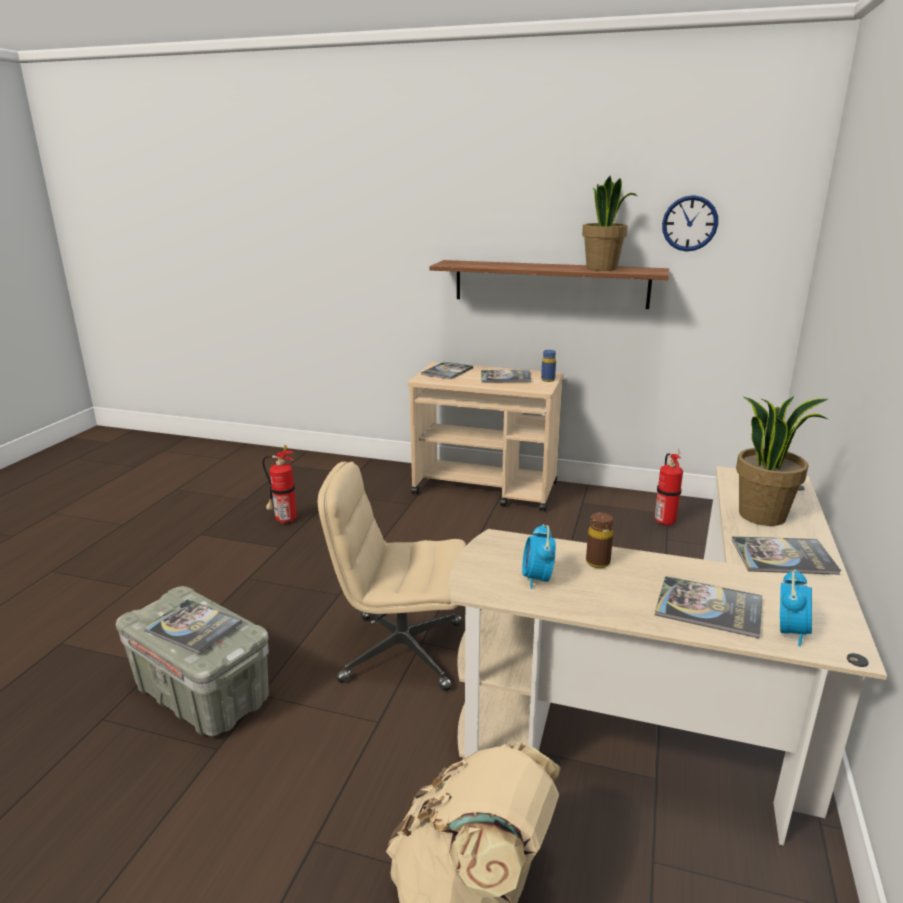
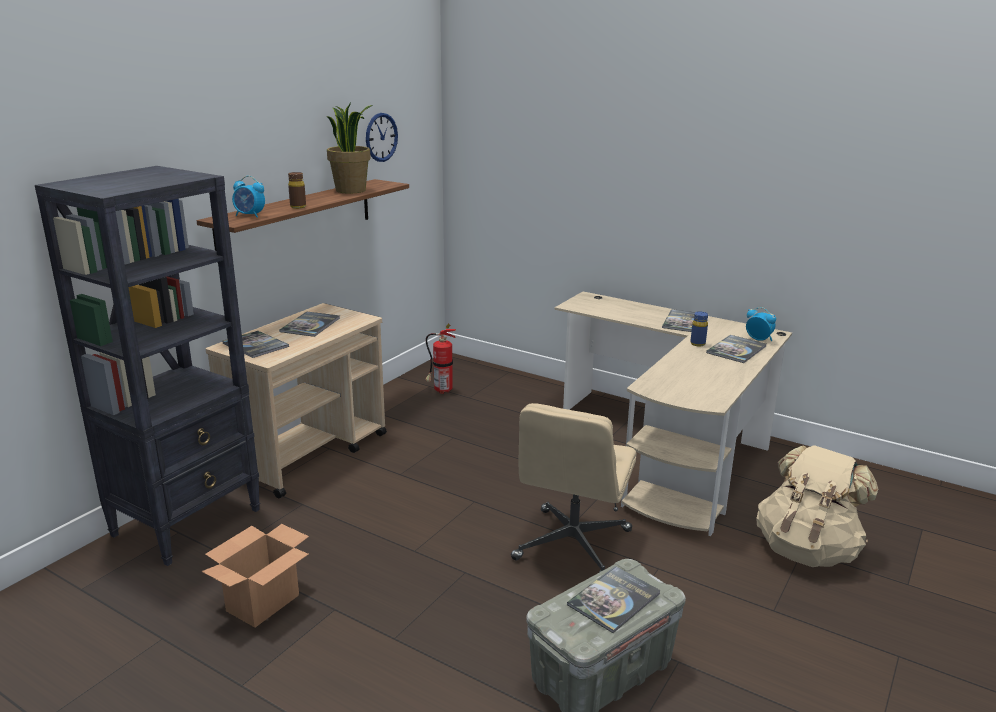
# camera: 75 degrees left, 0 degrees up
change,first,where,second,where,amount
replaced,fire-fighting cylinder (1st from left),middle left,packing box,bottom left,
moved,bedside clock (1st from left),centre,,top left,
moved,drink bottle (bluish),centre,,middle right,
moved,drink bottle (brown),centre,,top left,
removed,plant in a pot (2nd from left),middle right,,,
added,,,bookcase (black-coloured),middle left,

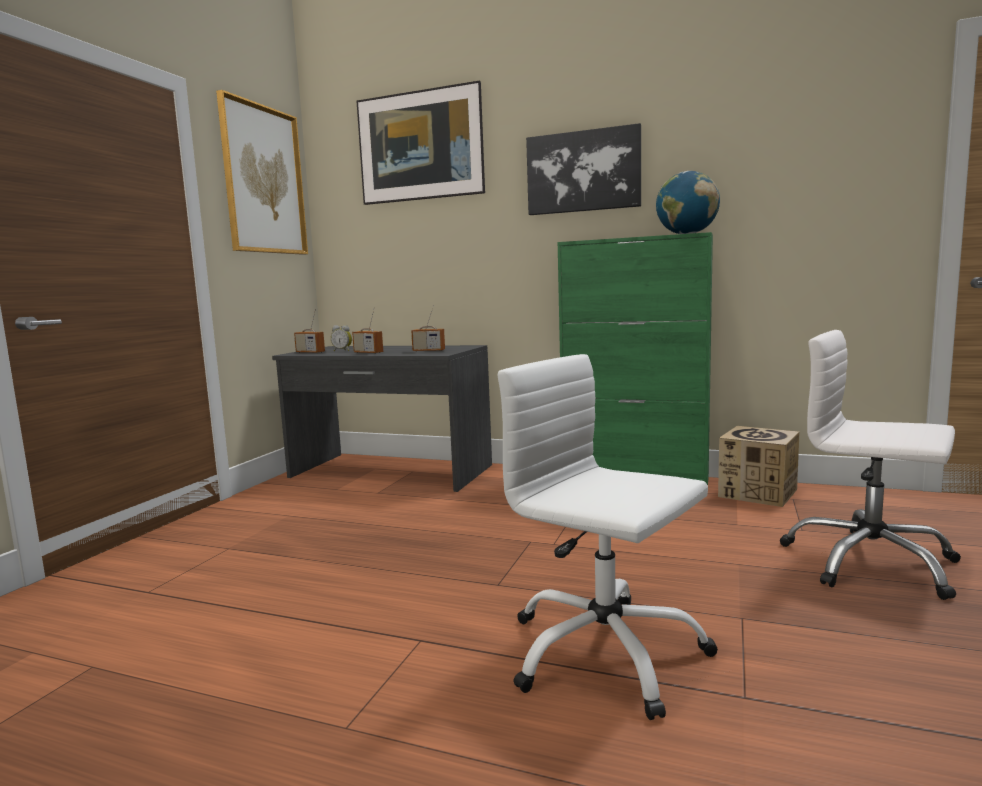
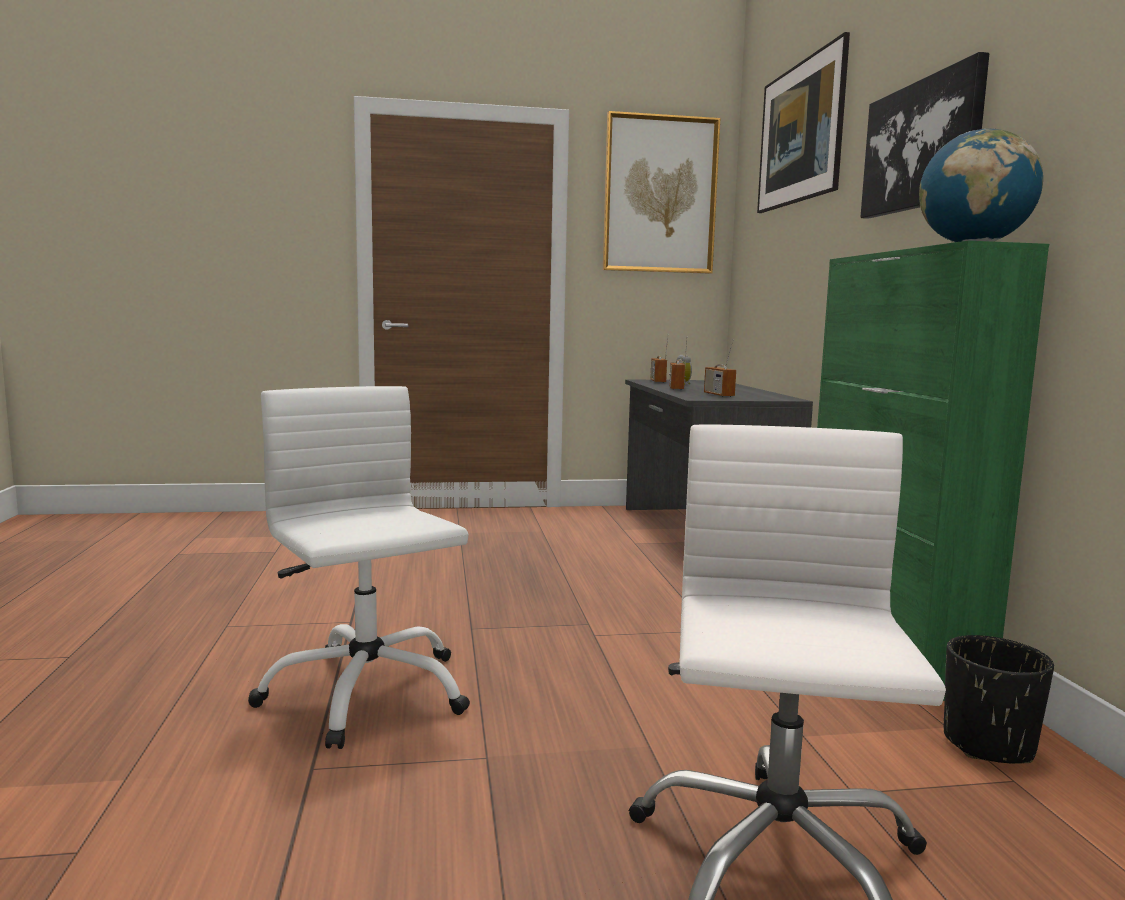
# camera: 60 degrees right, 0 degrees up
change,first,where,second,where,amount
turned,office chair (whitish) (1st from left),bottom centre,,middle left,45 degrees counterclockwise
replaced,packing box,middle right,planter (black-coloured),bottom right,

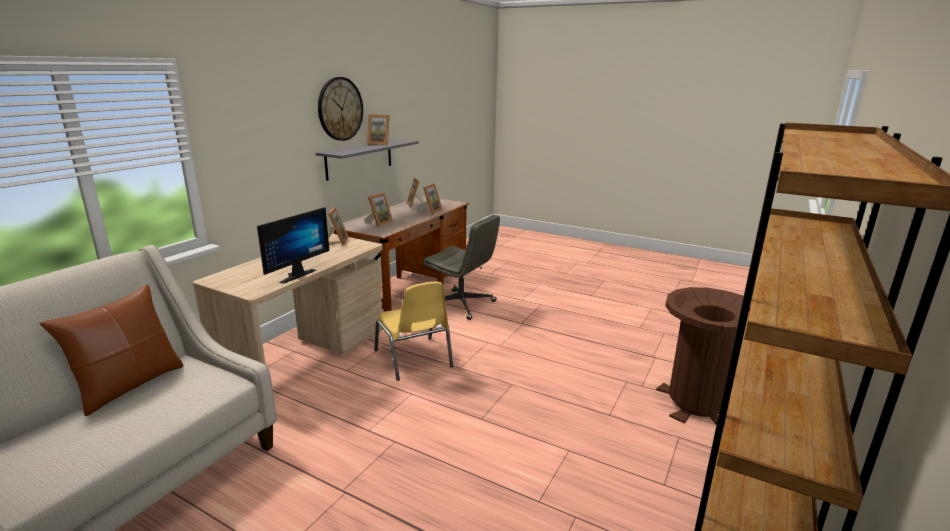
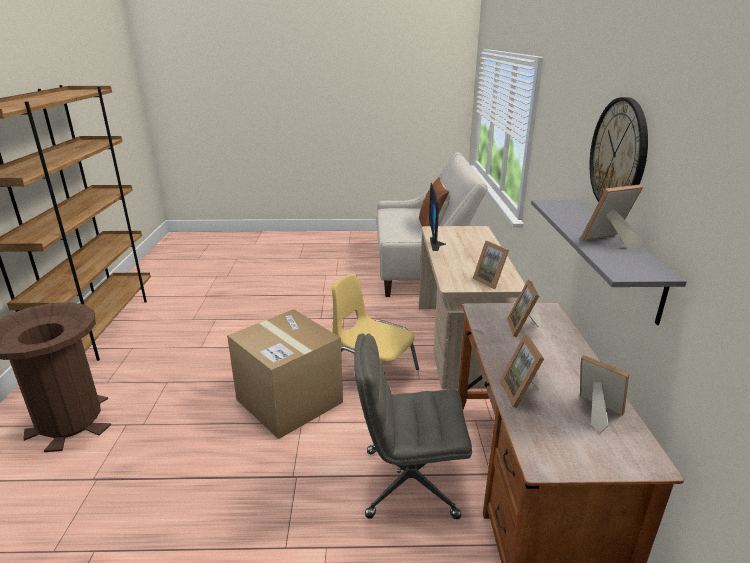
# camera: 150 degrees right, 5 degrees up
change,first,where,second,where,amount
added,,,packing box,centre,

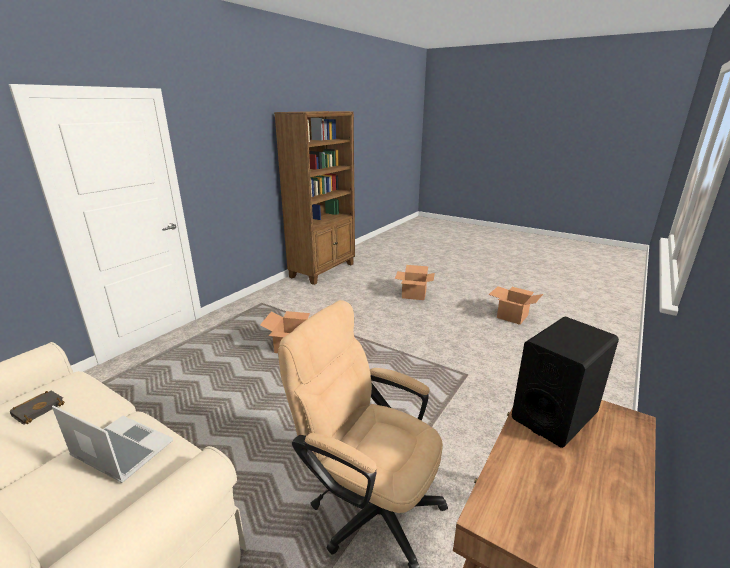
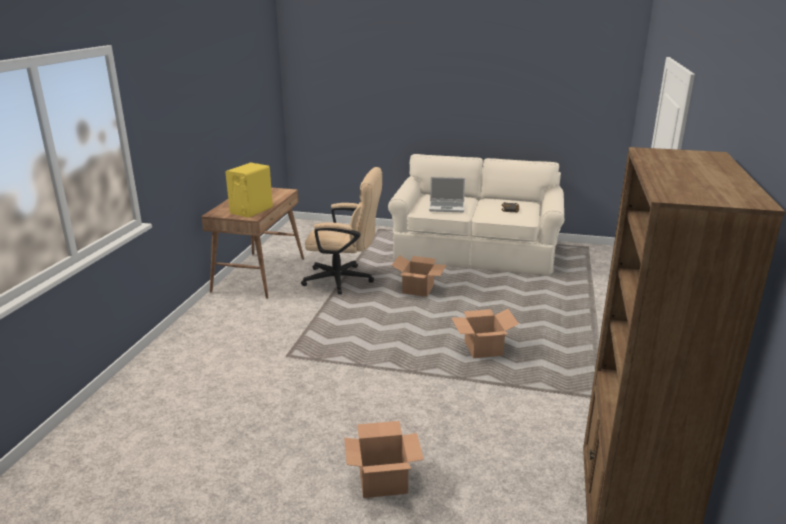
# camera: 160 degrees right, 0 degrees up
change,first,where,second,where,amount
moved,packing box (3rd from left in the first image),middle right,packing box (2nd from left),centre,
recoloured,audio speaker (black-coloured),bottom right,audio speaker (yellow),middle left,

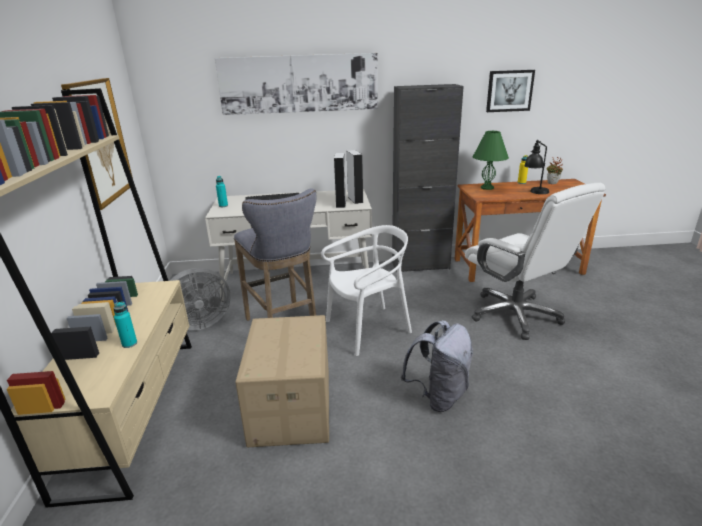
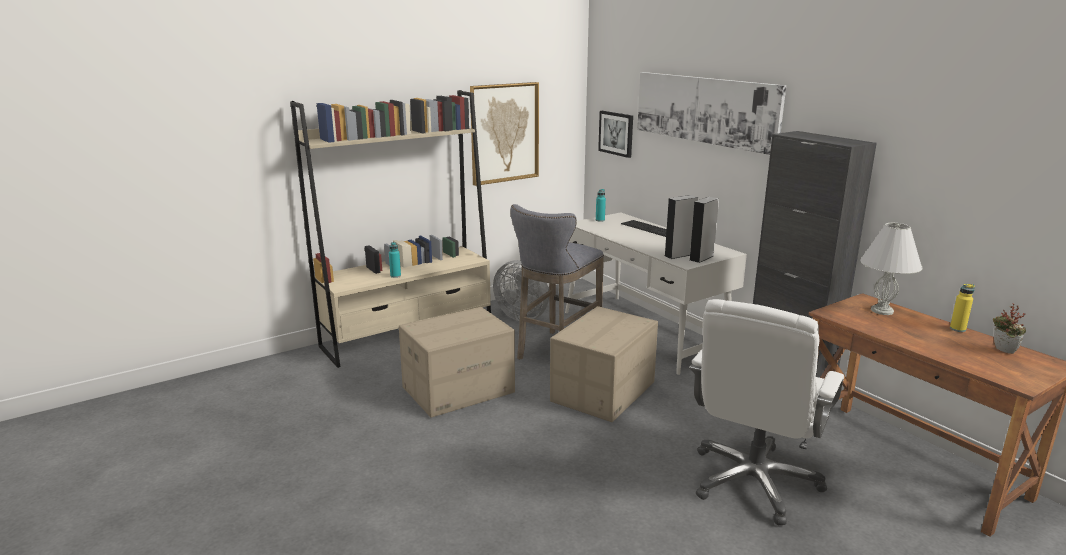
# camera: 60 degrees right, 5 degrees down
change,first,where,second,where,amount
replaced,chair (whitish),centre,packing box (2nd from left),centre,
removed,knapsack (greyish),bottom centre,,,
recoloured,table lamp (green-coloured),top right,table lamp (whitish),middle right,
moved,picture (3rd from left in the first image),top right,picture (2nd from left),top centre,
removed,table lamp (black-coloured),top right,,,

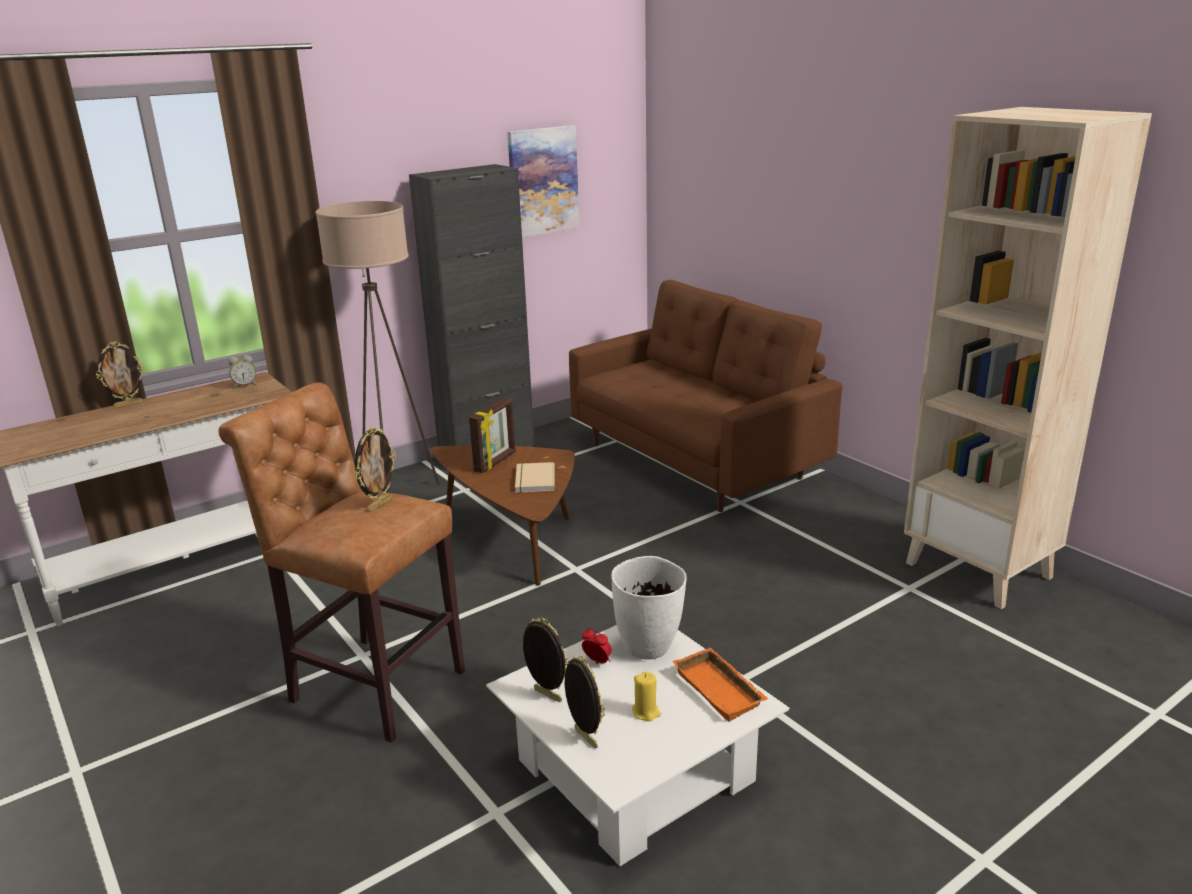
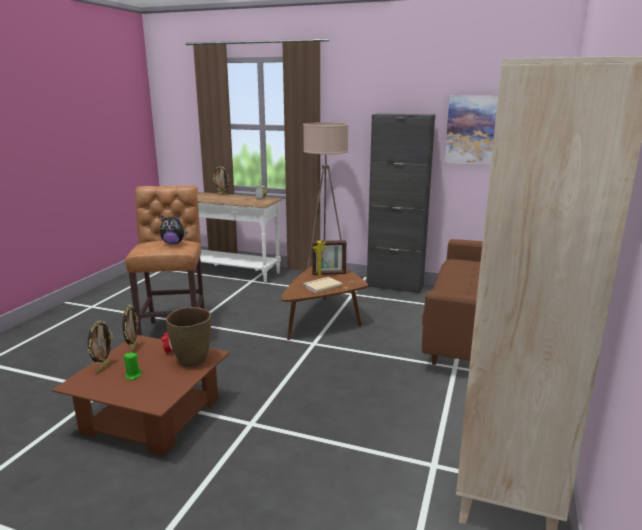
# camera: 55 degrees right, 5 degrees down
change,first,where,second,where,amount
replaced,photo frame (2nd from left),middle left,plush toy,middle left,
recoloured,lounge table (whitish),bottom centre,lounge table (brown) (1st from left),bottom left,
recoloured,flower vase (whitish),bottom centre,flower vase (brown),middle left,
recoloured,wax candle (yellow),bottom centre,wax candle (green-coloured),bottom left,
removed,serving tray (orangey),bottom centre,,,

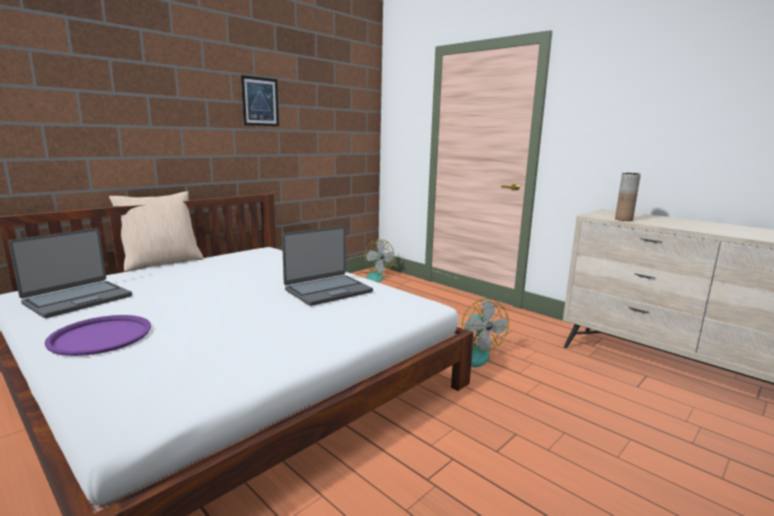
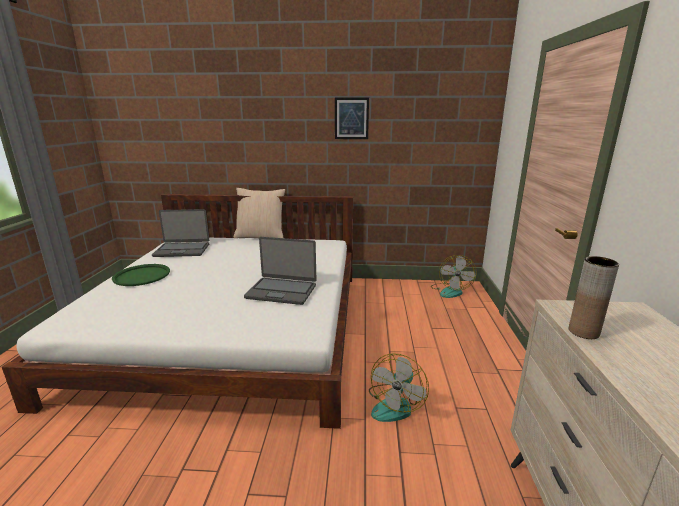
# camera: 50 degrees right, 5 degrees up
change,first,where,second,where,amount
recoloured,serving tray (purple-coloured),middle left,serving tray (green-coloured),middle left,

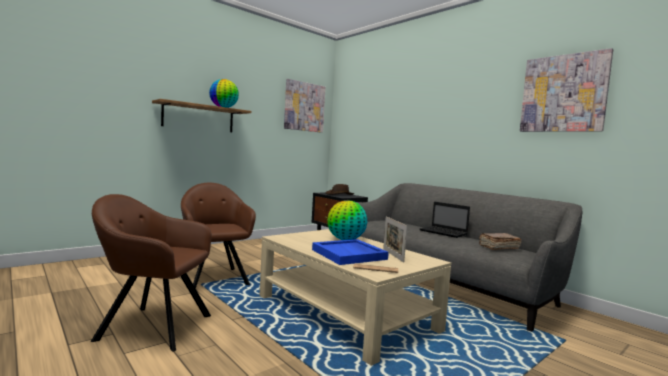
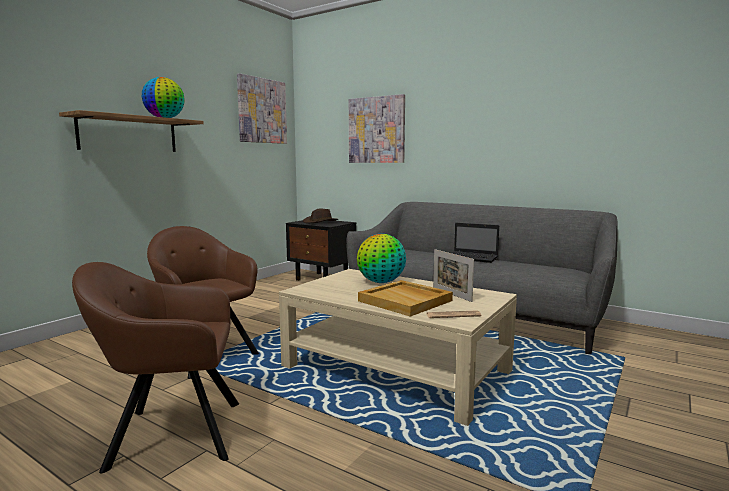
# camera: 15 degrees left, 5 degrees up
change,first,where,second,where,amount
recoloured,serving tray (bluish),bottom centre,serving tray (sand-coloured),centre,
removed,volume (brown),middle right,,,
moved,picture (2nd from left),top right,,top centre,

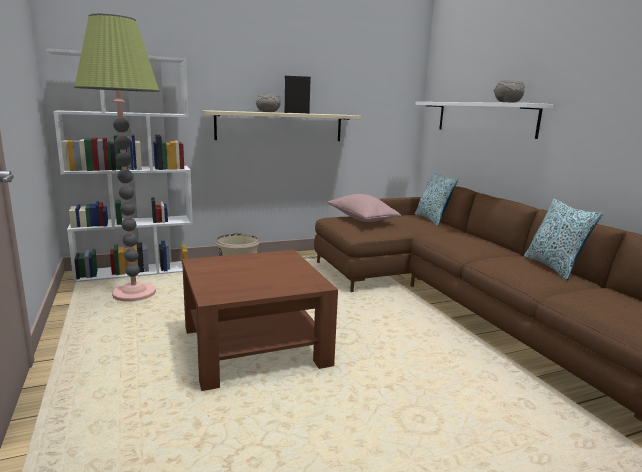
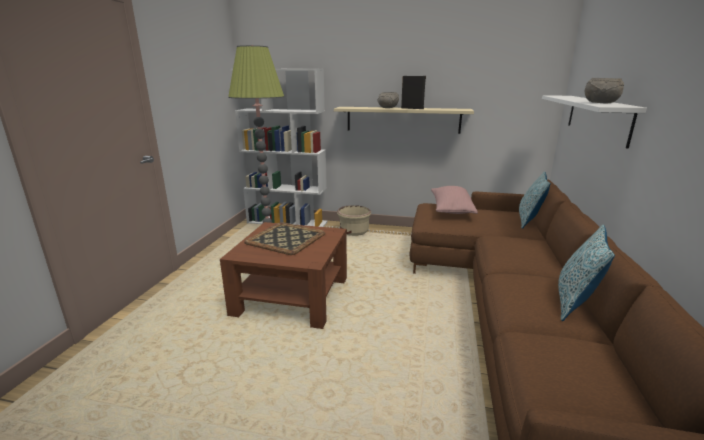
# camera: 35 degrees right, 5 degrees up
change,first,where,second,where,amount
added,,,serving tray,centre,

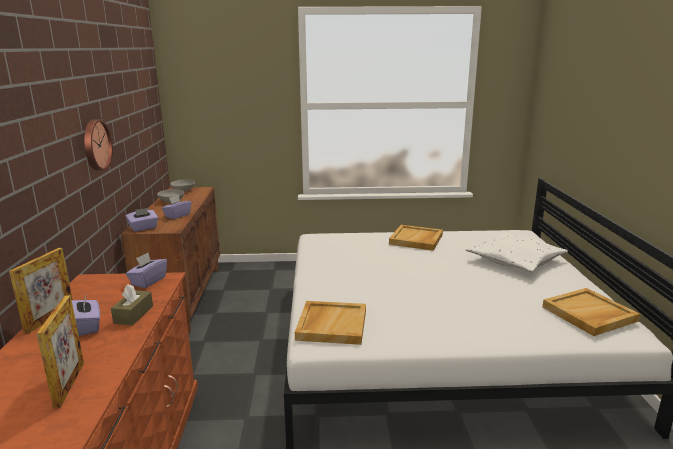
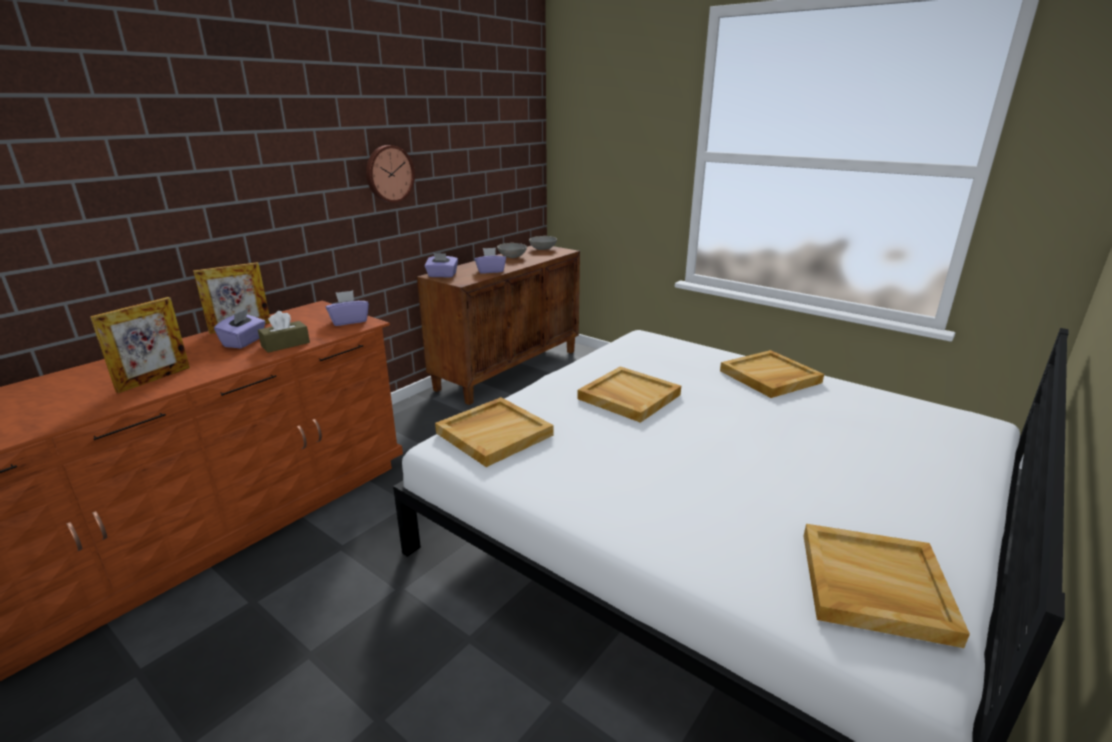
# camera: 40 degrees right, 5 degrees up
change,first,where,second,where,amount
removed,pillow (whitish),middle right,,,
added,,,serving tray (sand-coloured) (2nd from left),centre,

